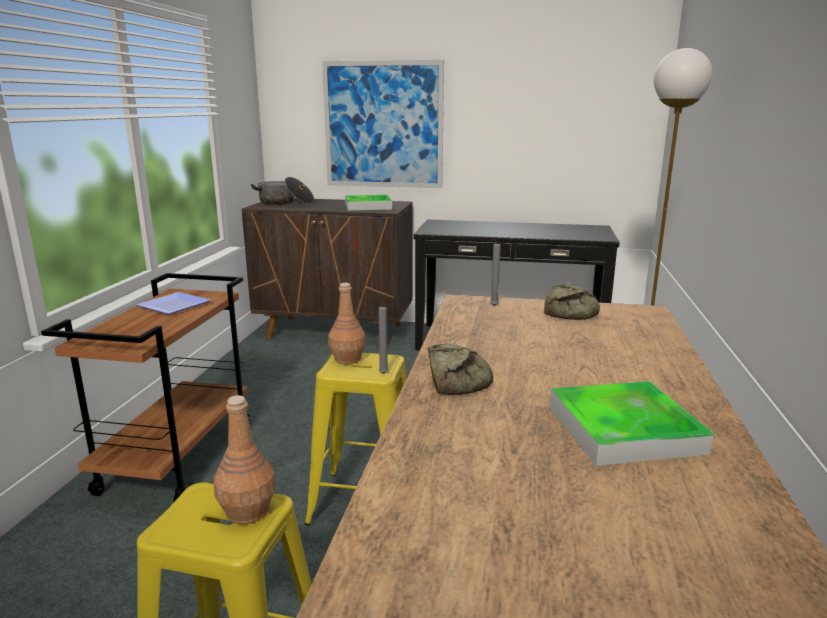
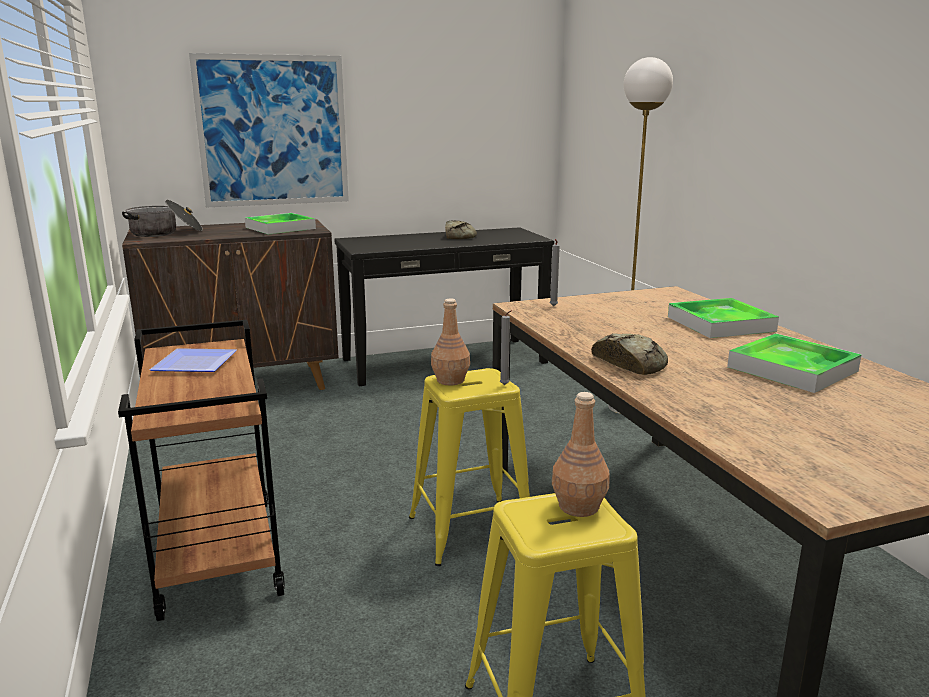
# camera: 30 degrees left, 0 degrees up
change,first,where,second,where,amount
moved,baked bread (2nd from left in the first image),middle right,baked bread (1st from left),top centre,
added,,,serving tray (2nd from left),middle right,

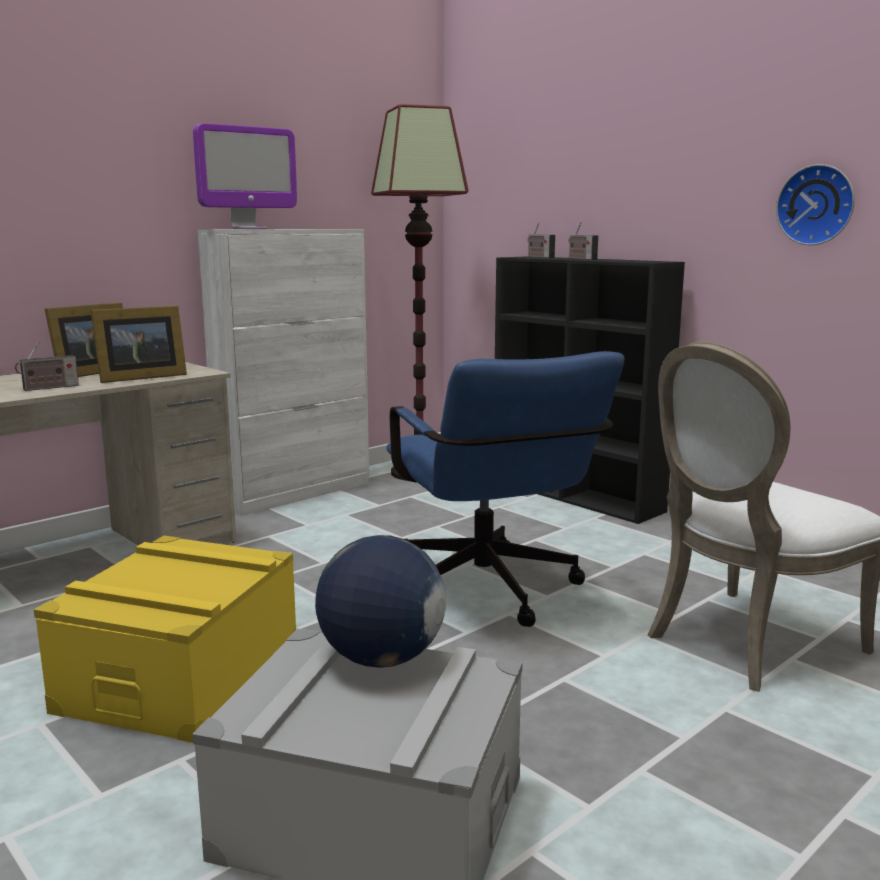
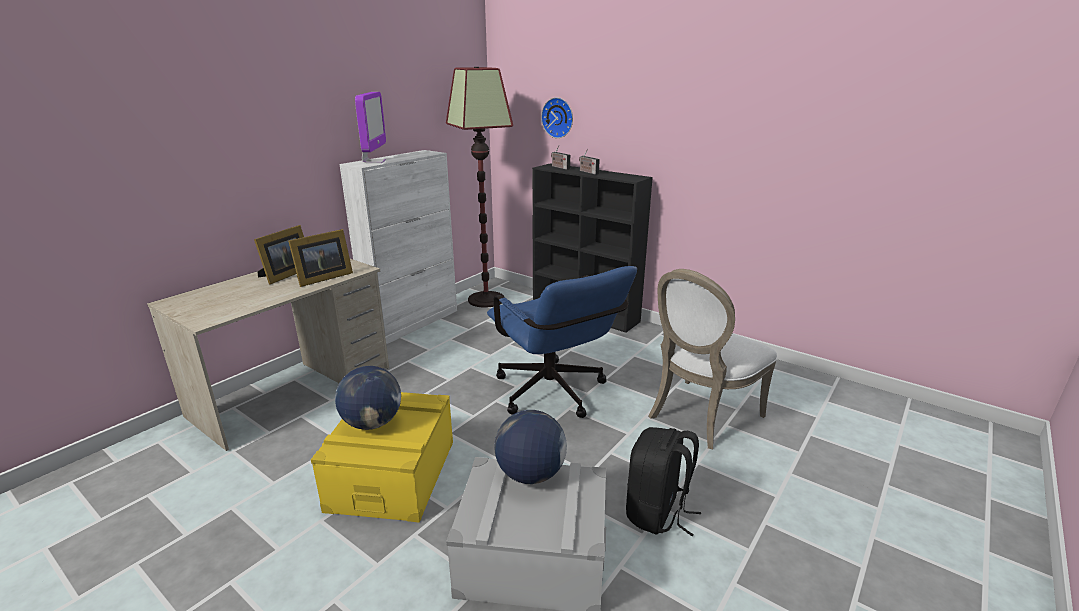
# camera: 10 degrees left, 10 degrees up
change,first,where,second,where,amount
removed,radio (1st from left),middle left,,,
turned,computer screen,top left,,top centre,45 degrees counterclockwise
moved,hanging clock,top right,,top centre,
added,,,desk globe (1st from left),centre,
added,,,knapsack (black-coloured),bottom centre,

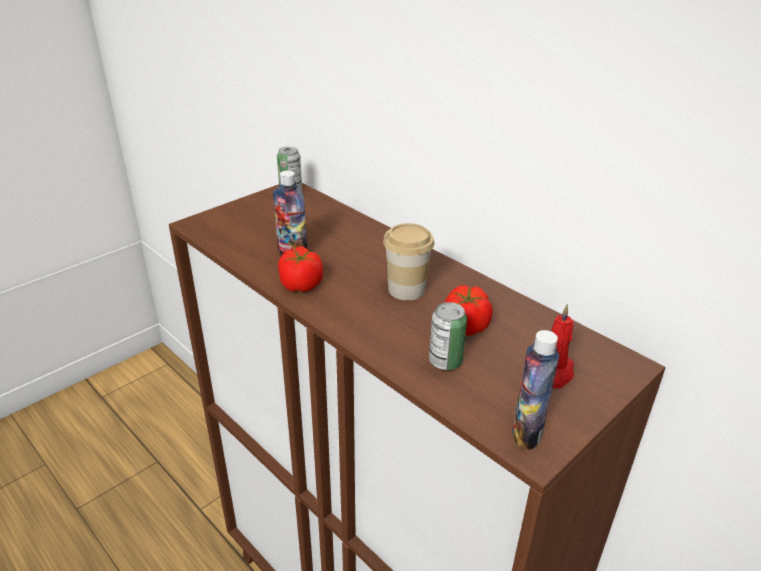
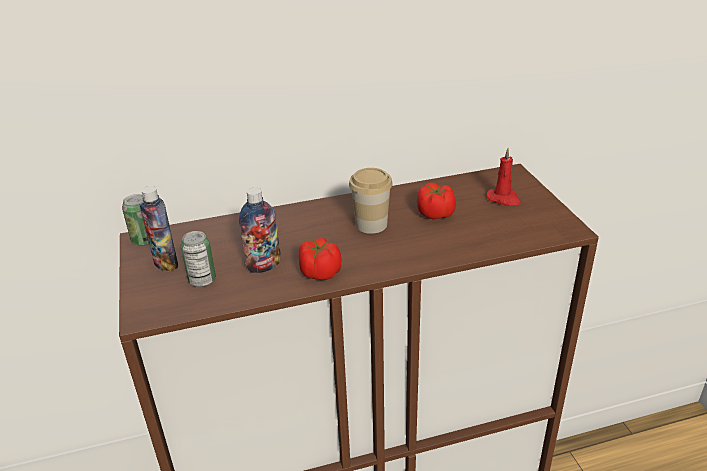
# camera: 60 degrees left, 0 degrees up
change,first,where,second,where,amount
moved,sealed can (2nd from left),centre,,middle left,
moved,drink bottle (2nd from left in the first image),bottom right,drink bottle (1st from left),middle left,

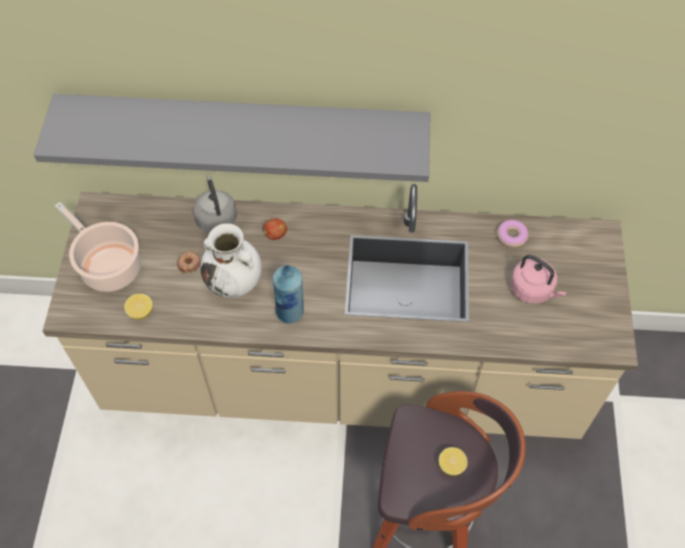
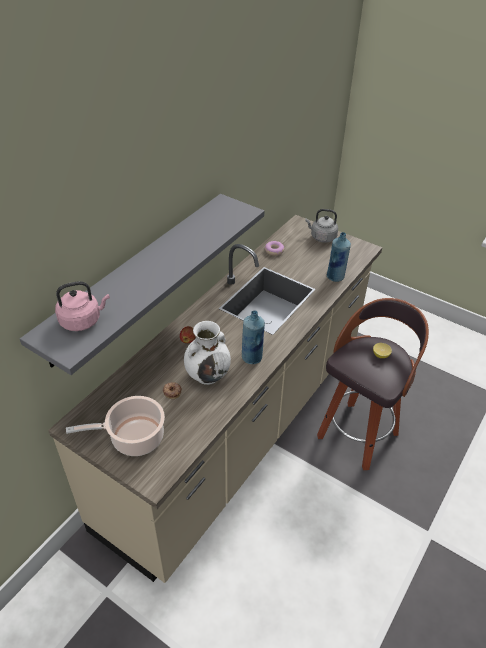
# camera: 60 degrees left, 15 degrees down
change,first,where,second,where,amount
removed,lemon (1st from left),middle left,,,
moved,tea kettle (greyish),middle left,,centre,
moved,tea kettle (pinkish),middle right,,middle left,
added,,,drink bottle (bluish) (2nd from left),middle right,

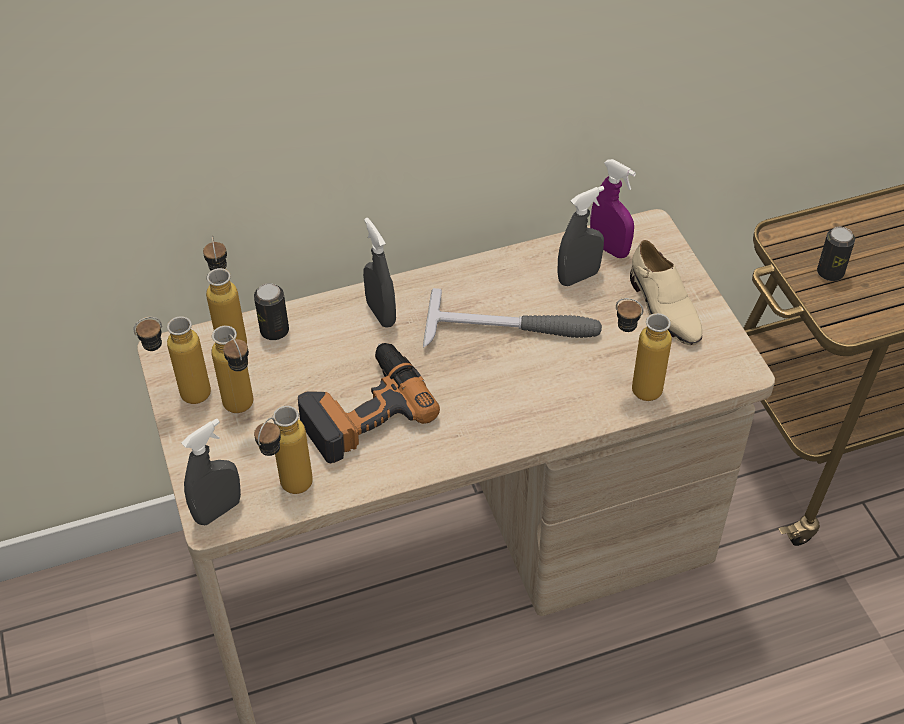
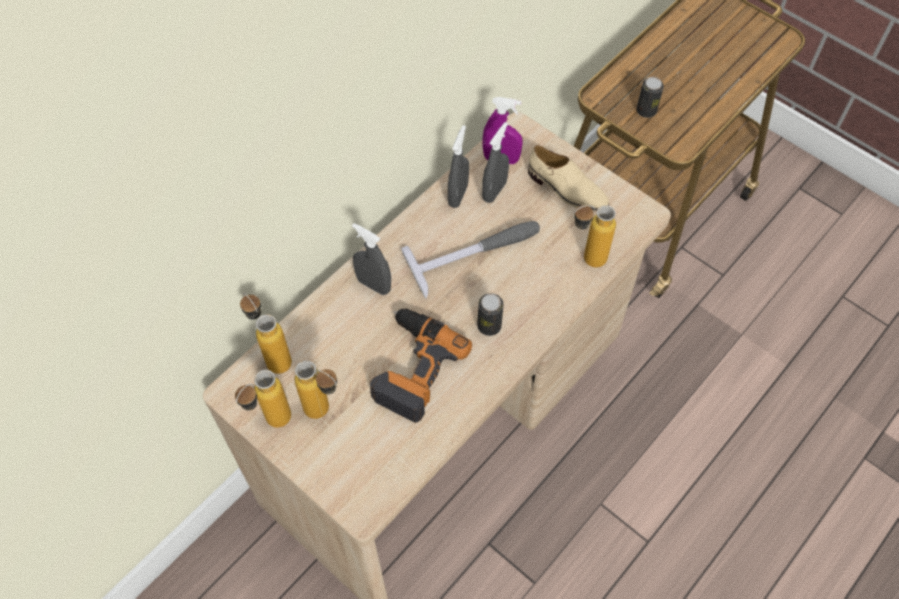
# camera: 30 degrees left, 10 degrees up
change,first,where,second,where,amount
moved,sprayer (greyish) (1st from left in the first image),middle left,sprayer (greyish) (2nd from left),top centre,
moved,sealed can (1st from left),middle left,,centre,
removed,drink bottle (4th from left),middle left,,,

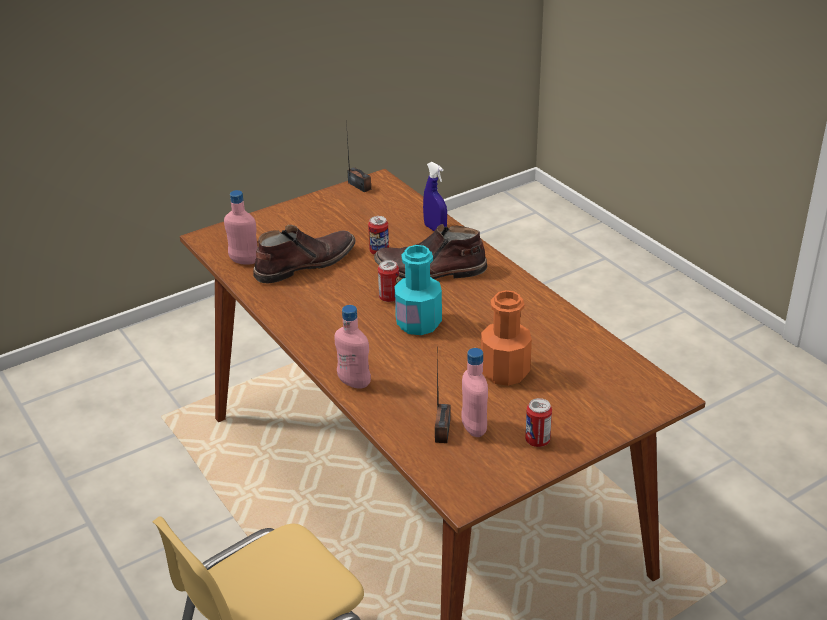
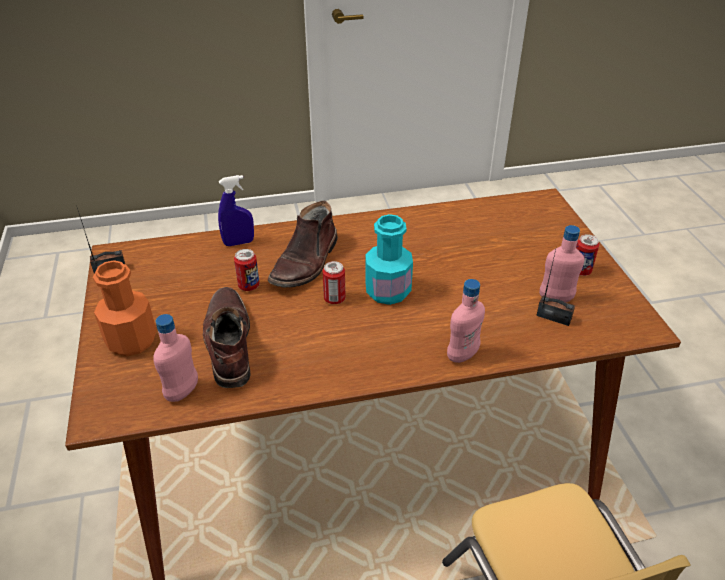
# camera: 70 degrees left, 5 degrees up
change,first,where,second,where,amount
moved,drink bottle (orangey),centre,,middle left,

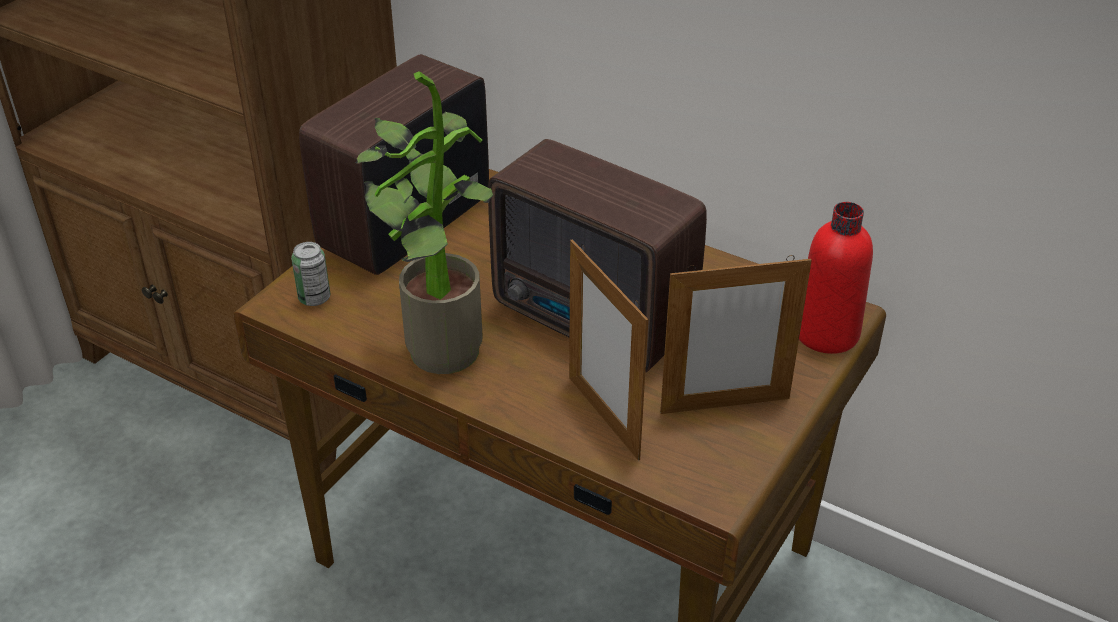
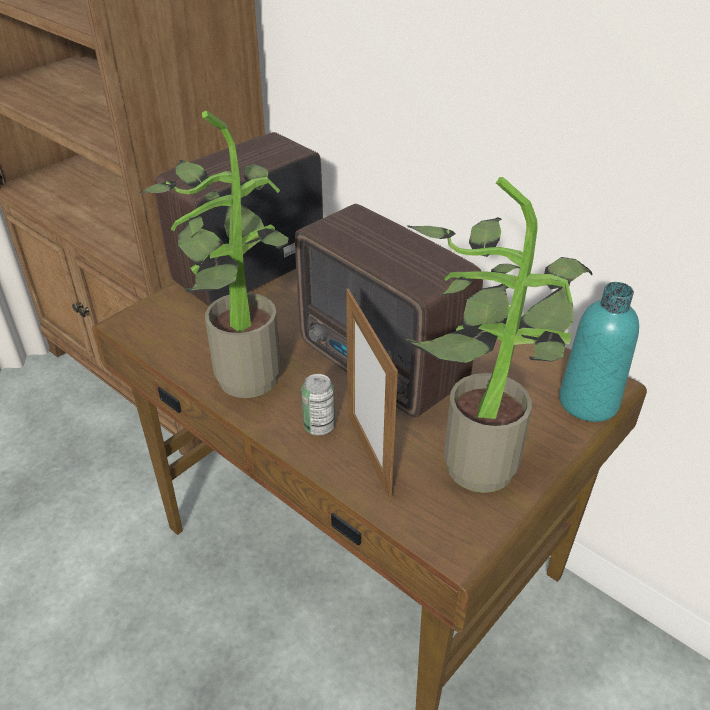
# camera: 10 degrees right, 0 degrees up
change,first,where,second,where,amount
moved,sealed can,middle left,,centre,
replaced,photo frame (2nd from left),centre,plant in a pot (2nd from left),middle right,
recoloured,drink bottle (red),middle right,drink bottle (blue-green),middle right,

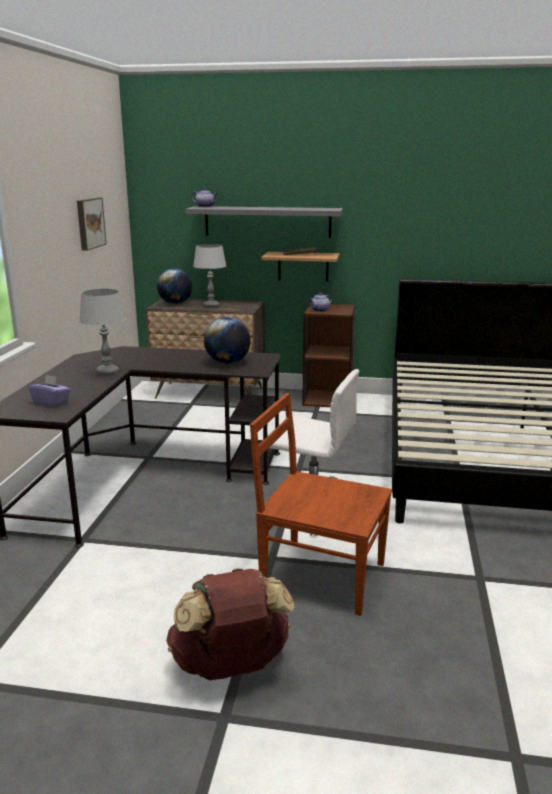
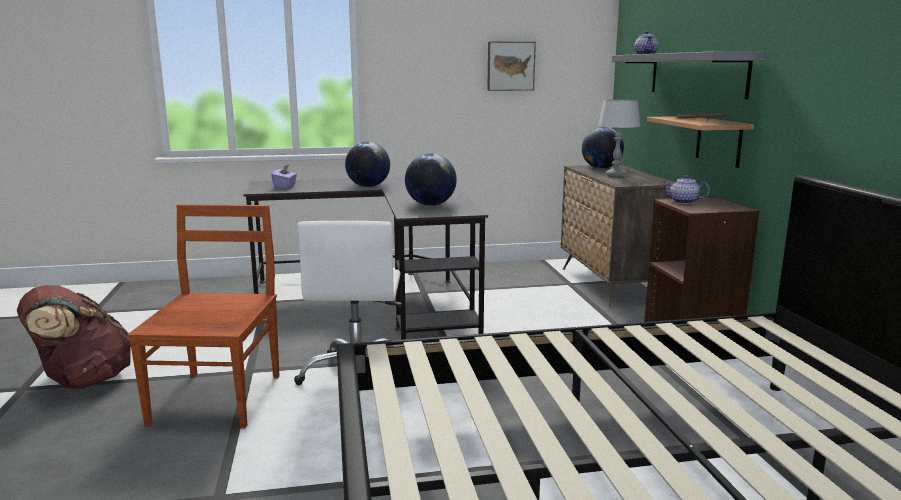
# camera: 70 degrees right, 5 degrees down
change,first,where,second,where,amount
replaced,table lamp (greyish) (1st from left),middle left,desk globe (1st from left),top centre,

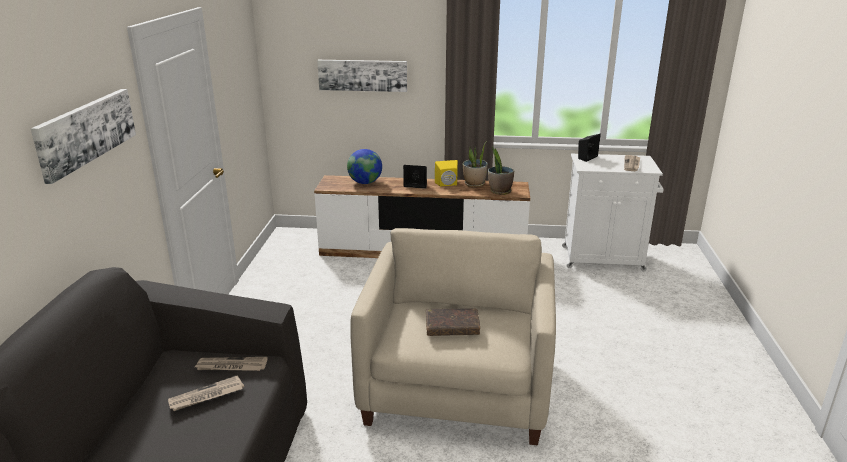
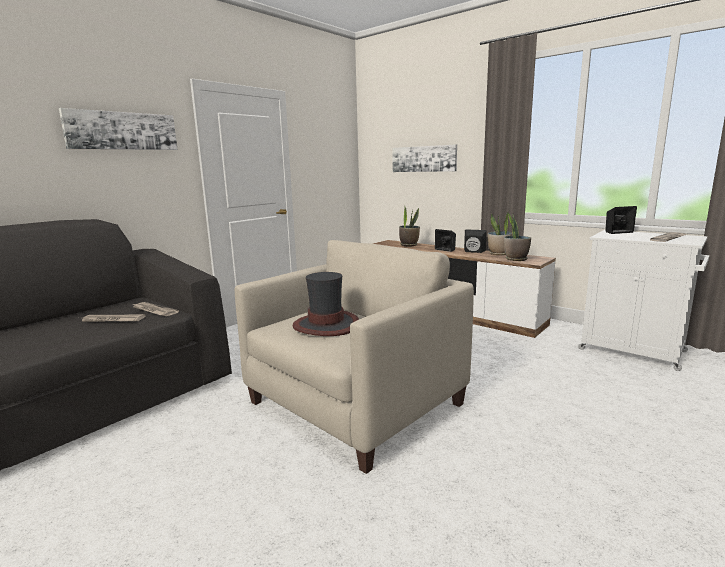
# camera: 35 degrees right, 10 degrees down
change,first,where,second,where,amount
replaced,desk globe,centre,plant in a pot (1st from left),centre,
replaced,volume (brown),bottom centre,wearable hat,centre,
recoloured,audio speaker (yellow),centre,audio speaker (black-coloured) (2nd from left),centre,

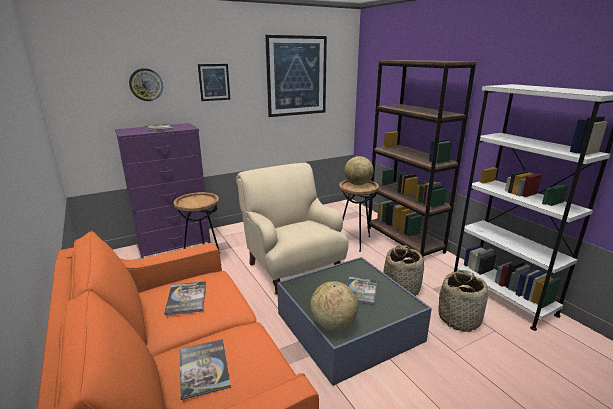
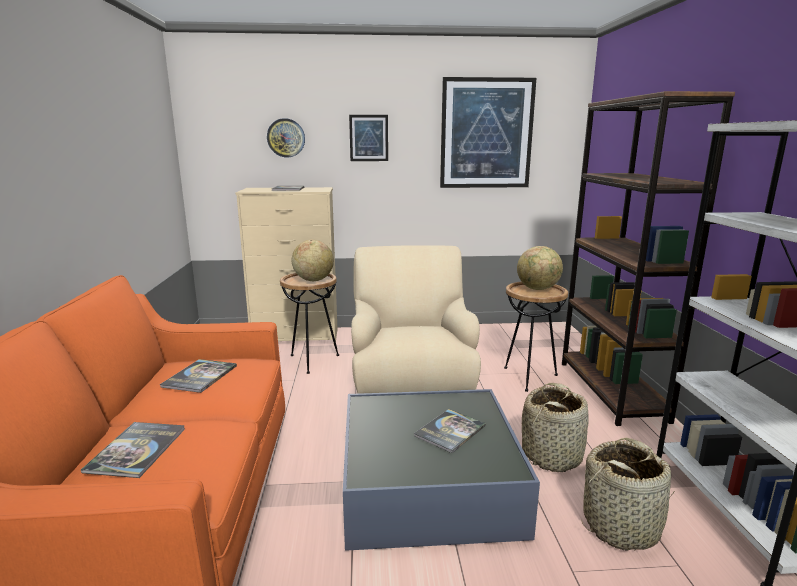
# camera: 25 degrees right, 5 degrees down
change,first,where,second,where,amount
recoloured,drawer chest (purple-coloured),middle left,drawer chest (sand-coloured),centre,
moved,desk globe (1st from left),bottom centre,,centre,

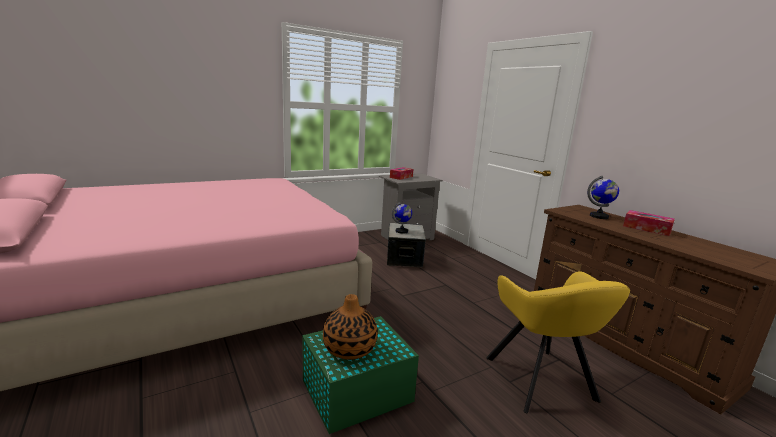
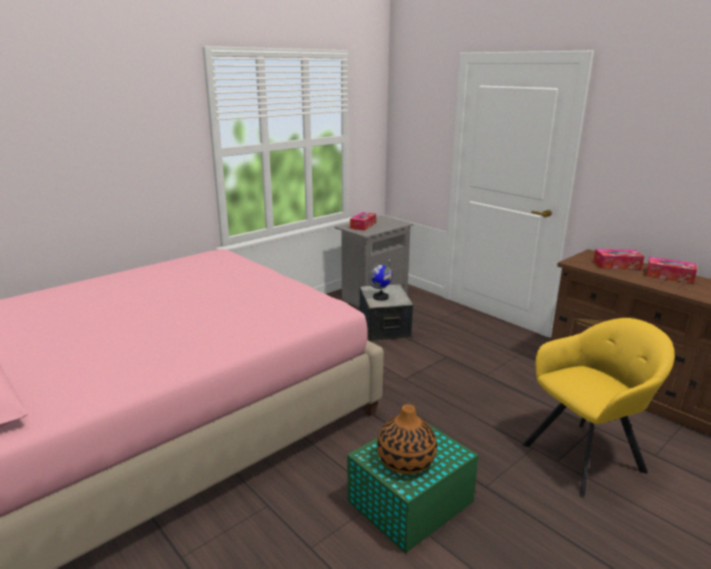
# camera: 10 degrees left, 5 degrees up
change,first,where,second,where,amount
turned,lounge chair (yellow),bottom right,,bottom right,90 degrees counterclockwise
replaced,desk globe (2nd from left),middle right,tissue holder (2nd from left),middle right,

